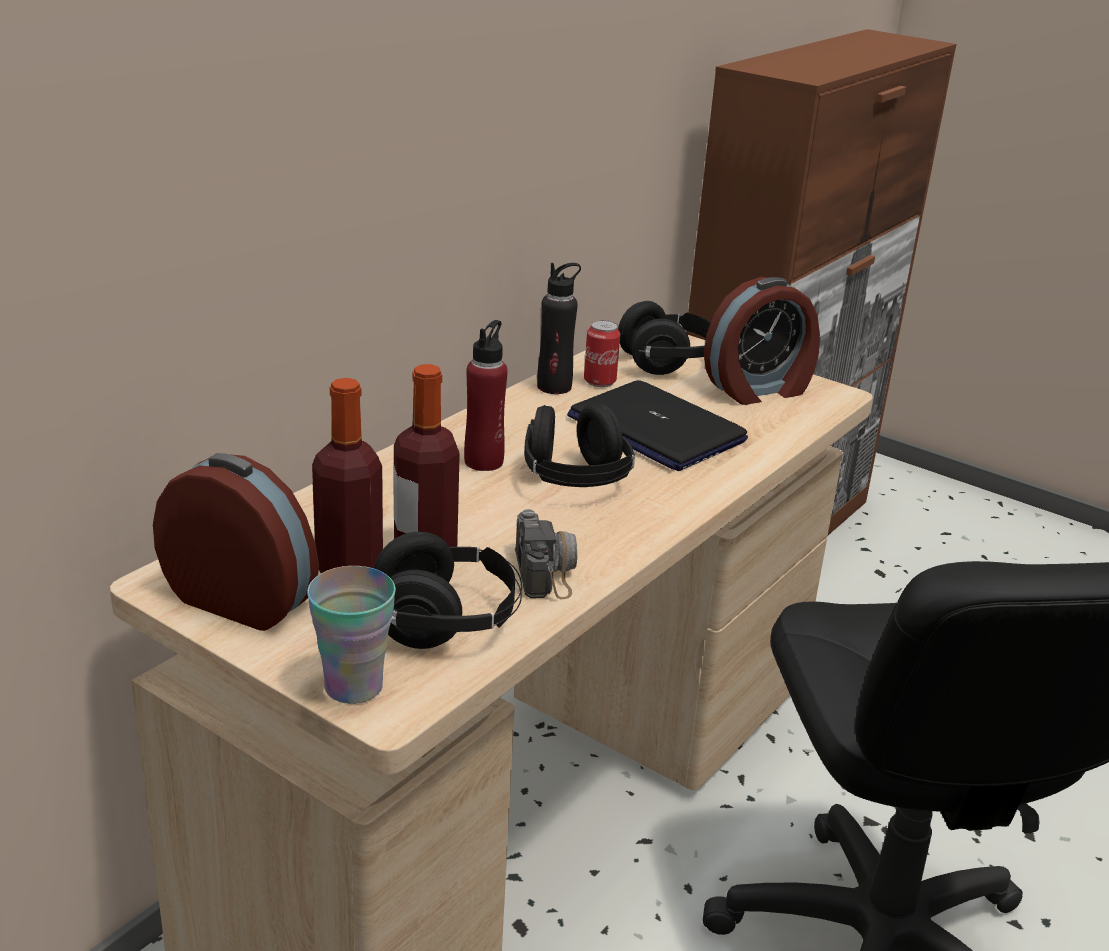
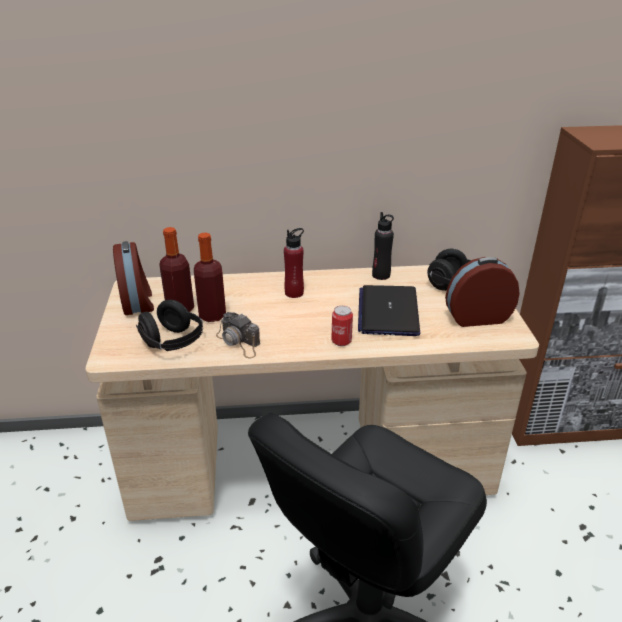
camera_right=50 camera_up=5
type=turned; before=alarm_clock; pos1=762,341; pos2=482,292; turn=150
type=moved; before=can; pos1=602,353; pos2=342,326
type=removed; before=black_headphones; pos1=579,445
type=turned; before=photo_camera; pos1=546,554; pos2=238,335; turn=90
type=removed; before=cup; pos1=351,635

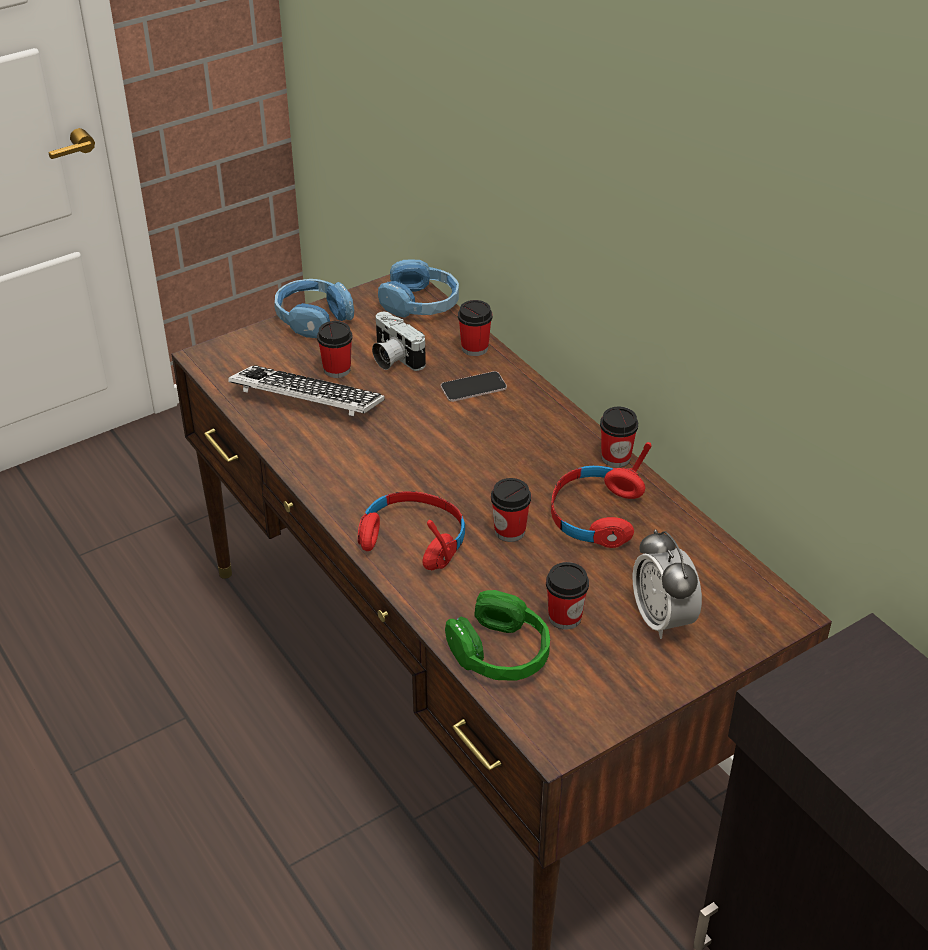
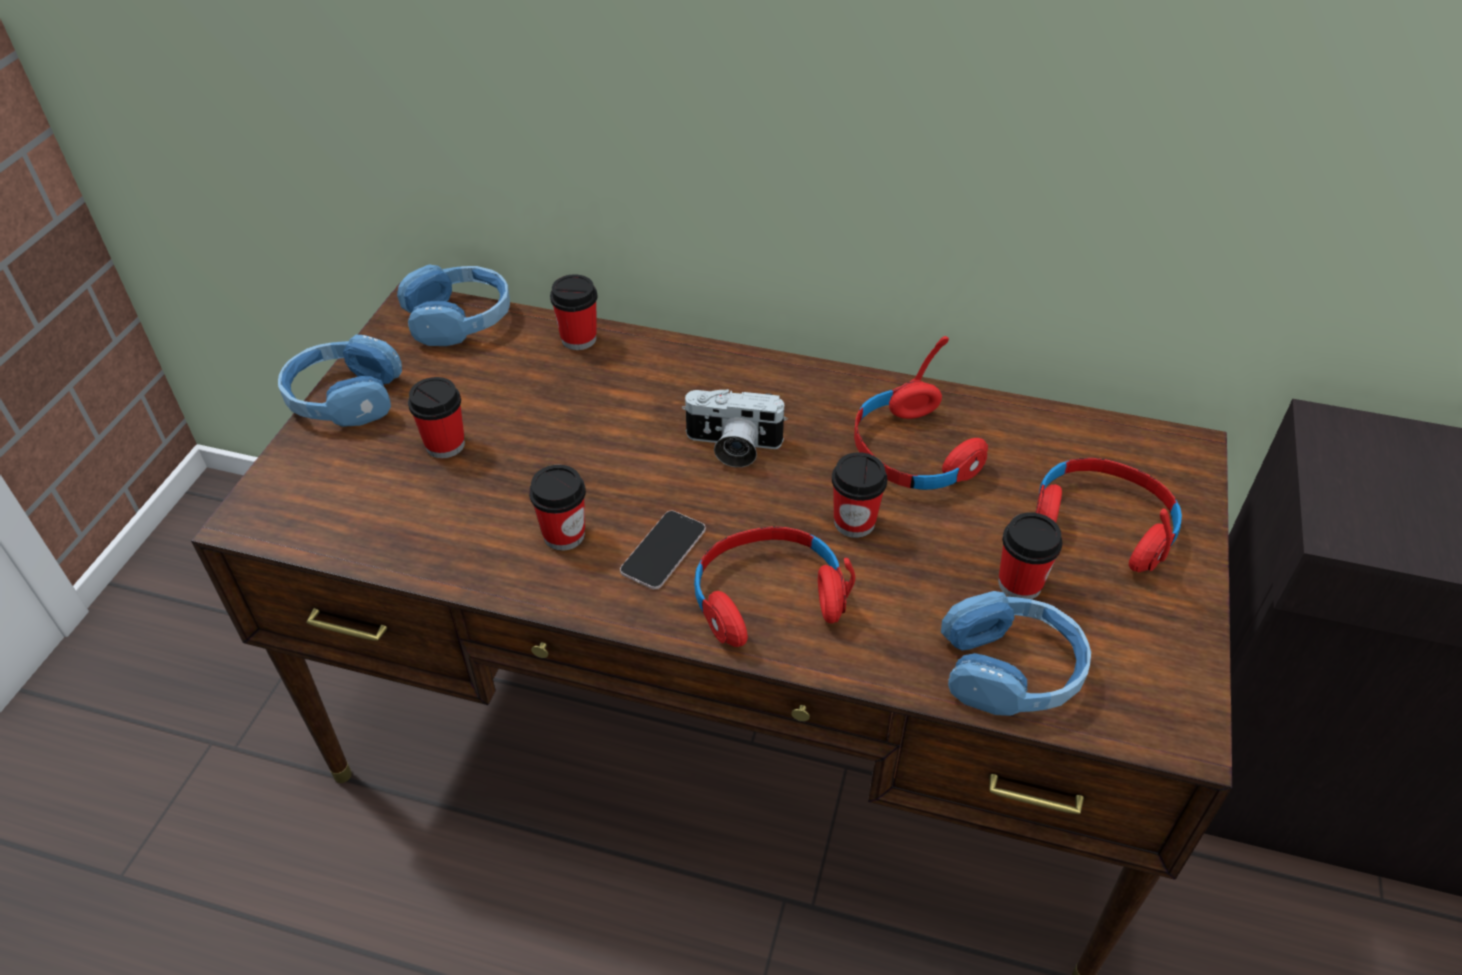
camera_right=-40 camera_up=5
type=moved; before=photo_camera; pos1=399,341; pos2=735,428
type=removed; before=keyboard; pos1=306,390
type=moved; before=phone; pos1=474,386; pos2=663,550
type=moved; before=cup; pos1=619,437; pos2=557,508
type=replaced; before=alarm_clock; after=red_headphones; pos1=667,584; pos2=1108,515
type=recoloured; before=green_headphones; after=blue_headphones; pos1=497,635; pos2=1016,653

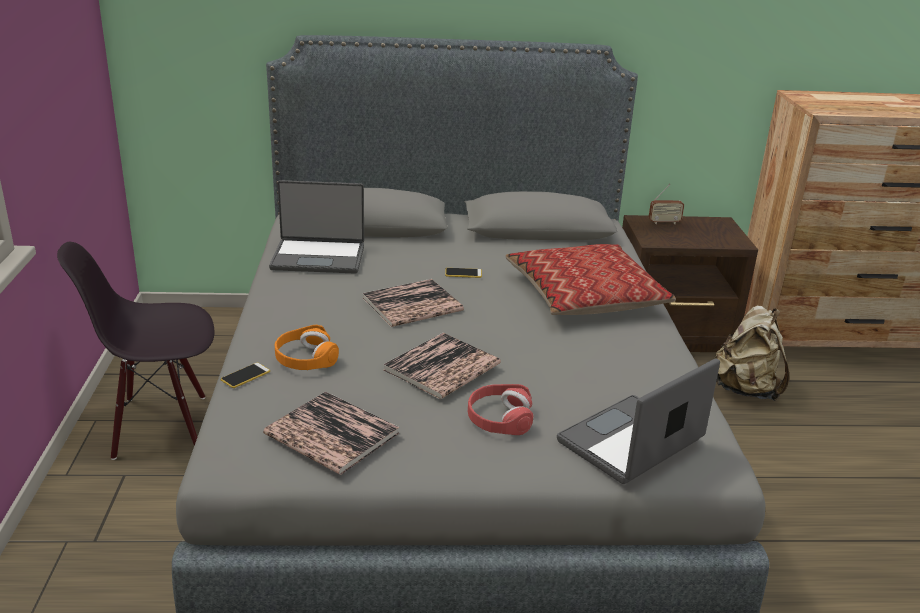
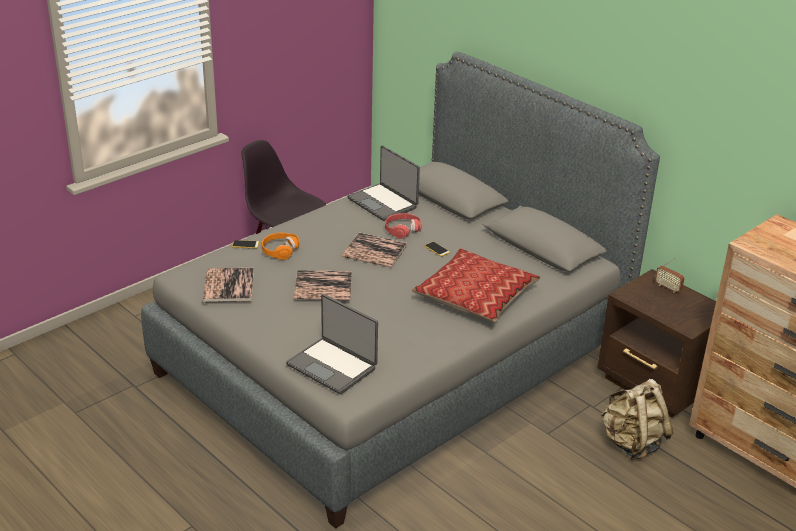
camera_right=50 camera_up=5
type=turned; before=laptop; pos1=638,421; pos2=332,344; turn=-150
type=moved; before=red_headphones; pos1=500,409; pos2=403,226

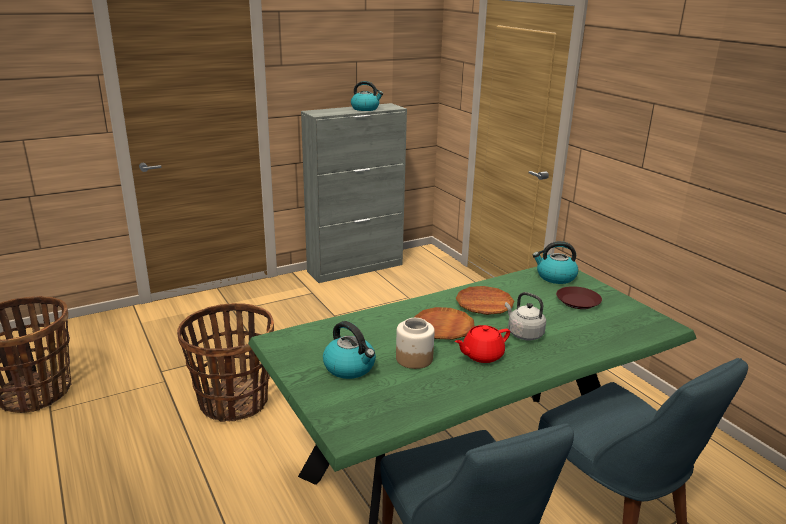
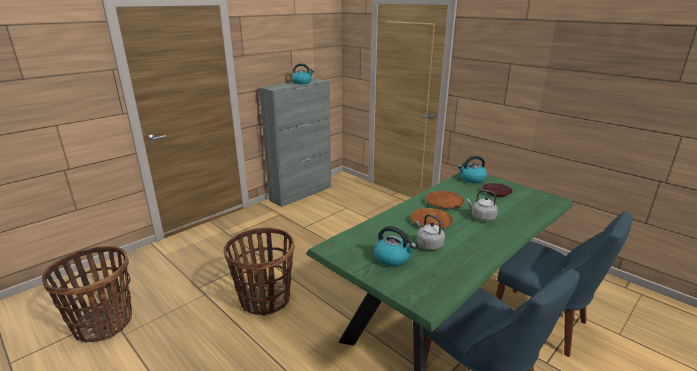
camera_right=-15 camera_up=0
type=replaced; before=jar; after=grey_kettle; pos1=415,343; pos2=430,232
type=removed; before=red_teapot; pos1=482,344

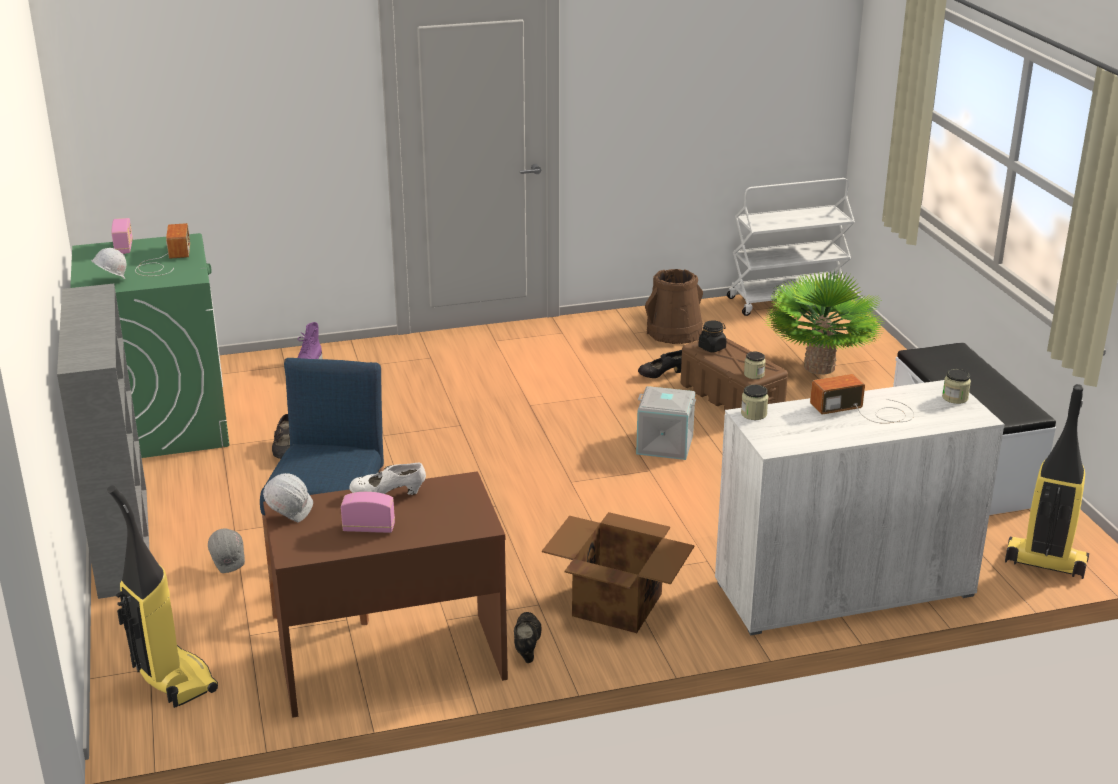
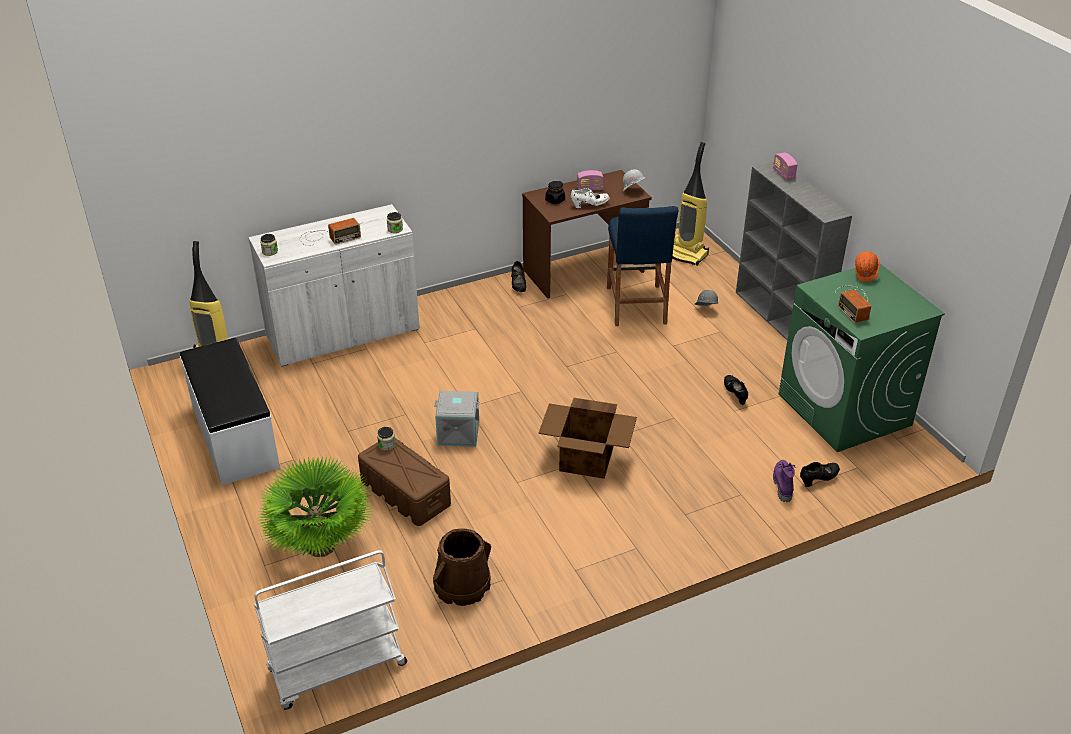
camera_right=170 camera_up=10
type=moved; before=radio; pos1=122,236; pos2=785,166
type=recoloured; before=white_hard_hat; after=orange_hard_hat; pos1=108,263; pos2=867,266
type=moved; before=black_jar; pos1=713,336; pos2=555,193
type=moved; before=black_shoe; pos1=660,364; pos2=820,474
type=moved; before=cardboard_box; pos1=618,572; pos2=587,438

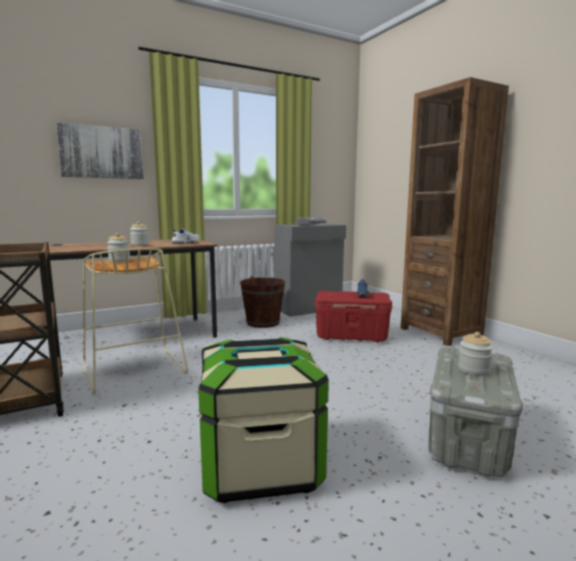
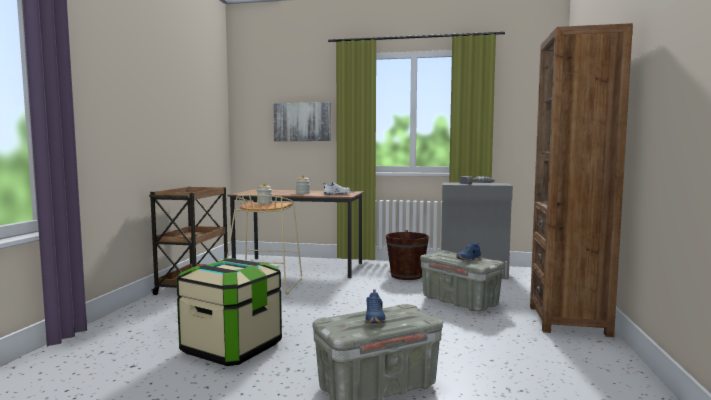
camera_right=40 camera_up=-5
type=recoloured; before=red_storage_box; after=grey_storage_box; pos1=353,316; pos2=462,280
type=replaced; before=jar; after=blue_shoe; pos1=475,354; pos2=375,306

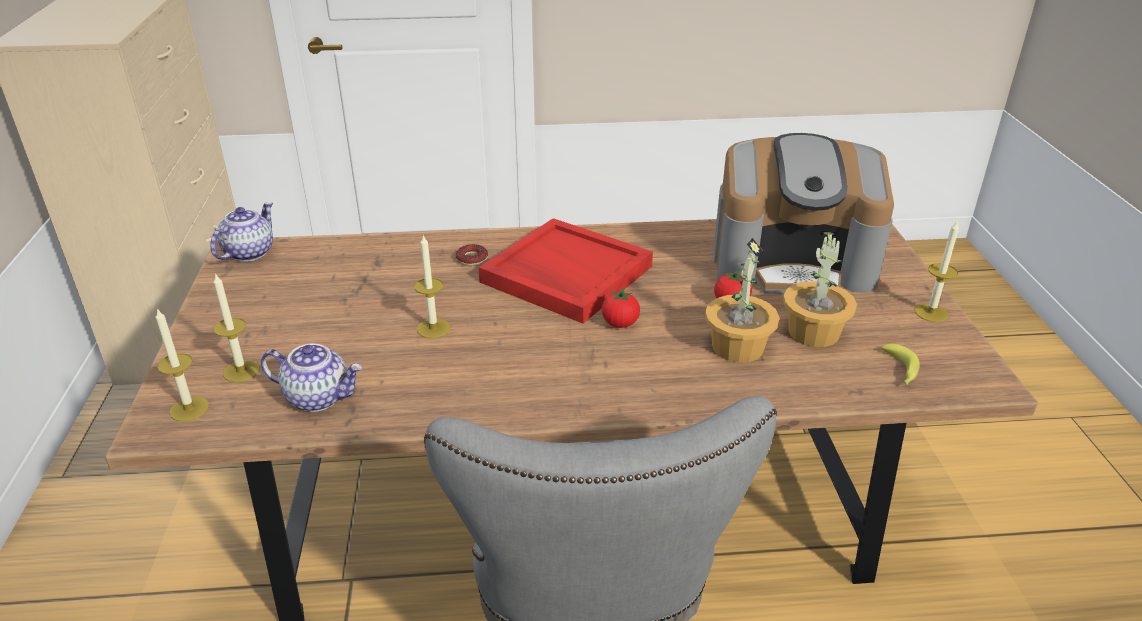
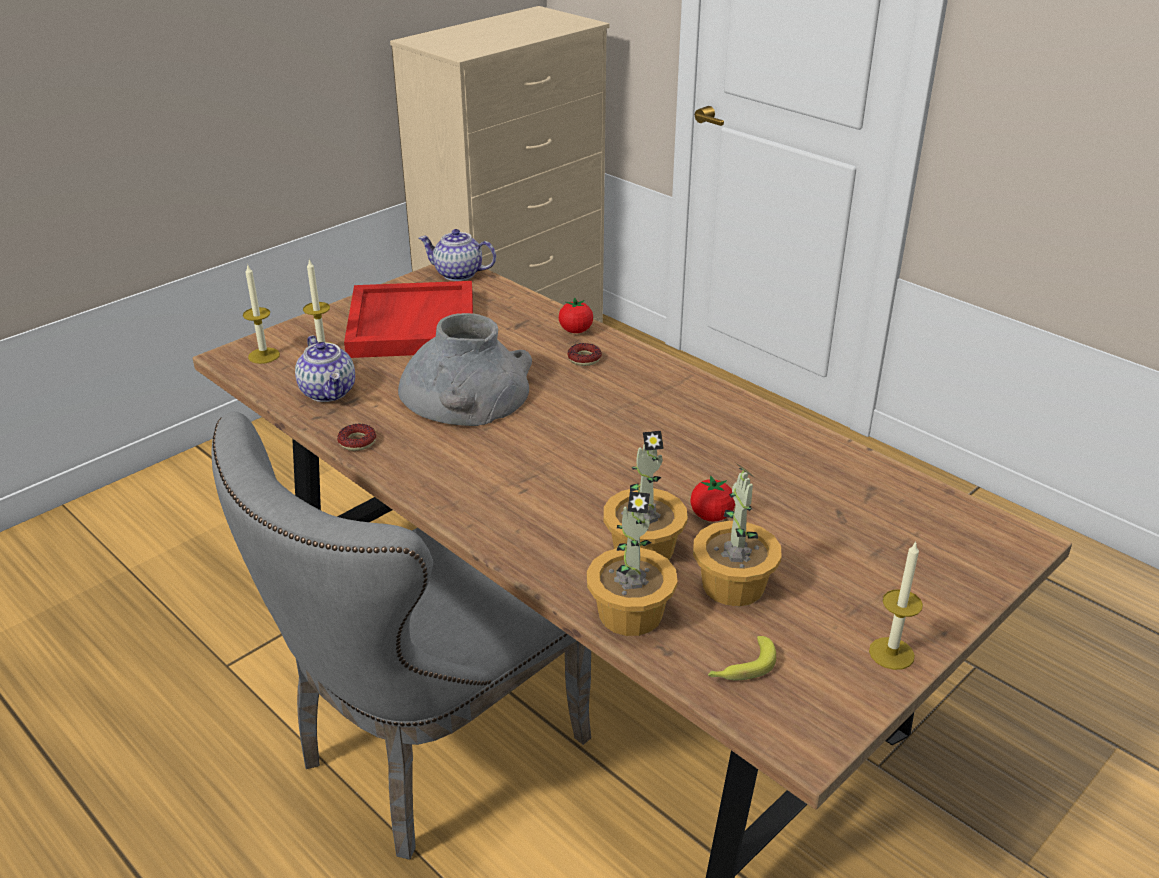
camera_right=50 camera_up=0
type=removed; before=coffee_machine; pos1=803,213
type=turned; before=teapot; pos1=241,232; pos2=457,255; turn=-150
type=moved; before=red_tray; pos1=566,270; pos2=408,319
type=replaced; before=candle; after=grey_vase; pos1=432,286; pos2=465,369
type=moved; before=tomato; pos1=621,308; pos2=576,315
type=added; after=donut; pos2=356,437
type=added; after=potted_plant; pos2=632,563

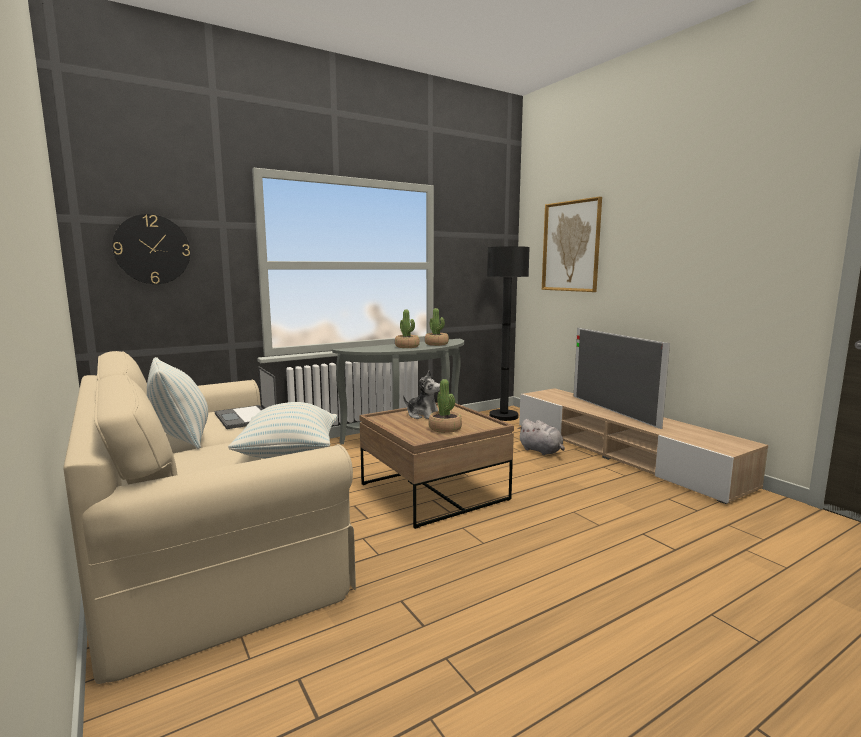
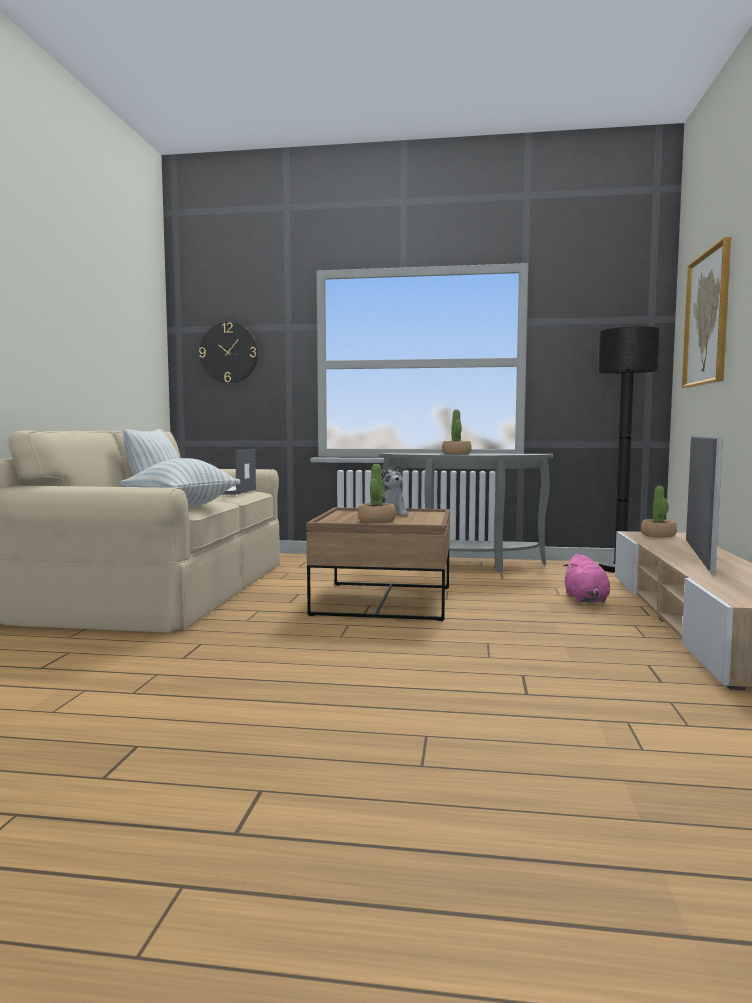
camera_right=40 camera_up=-5
type=moved; before=potted_plant; pos1=437,327; pos2=659,511
type=recoloured; before=grey_plush_toy; after=pink_plush_toy; pos1=541,437; pos2=586,578

